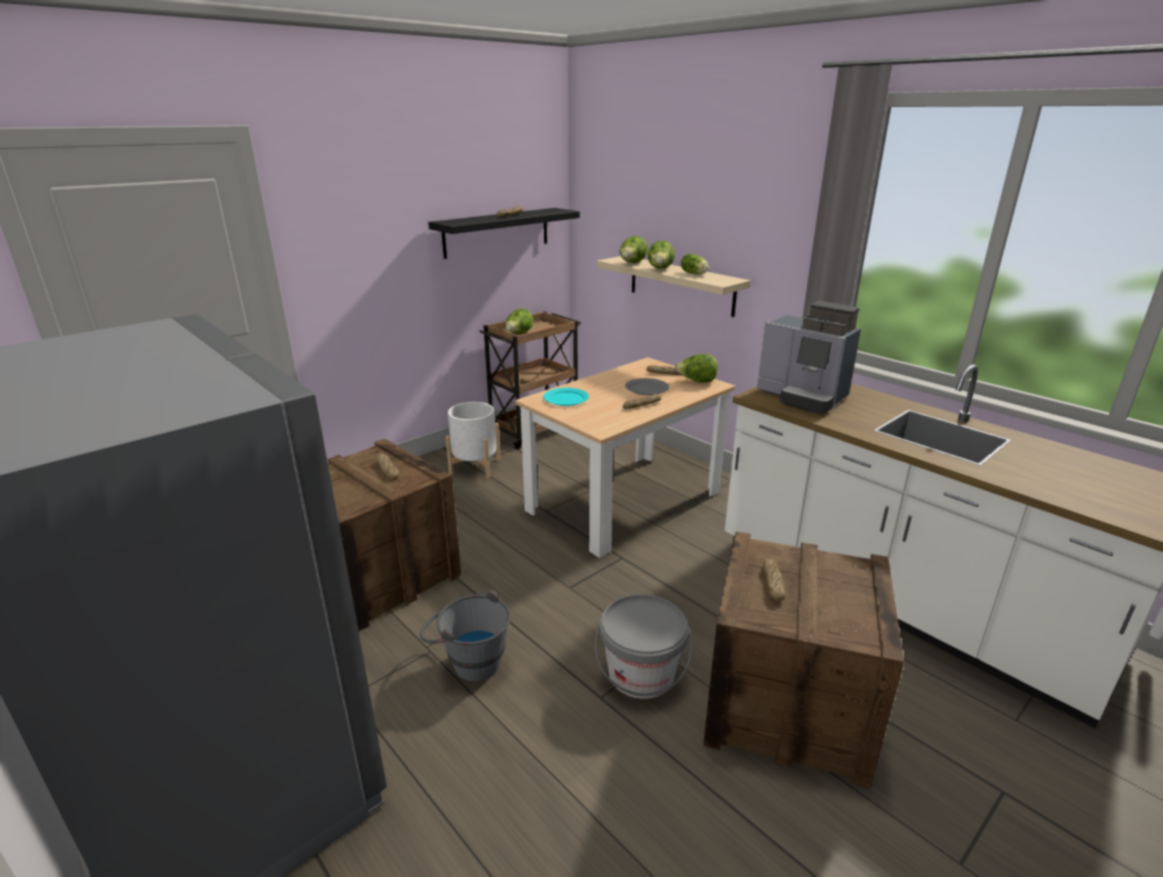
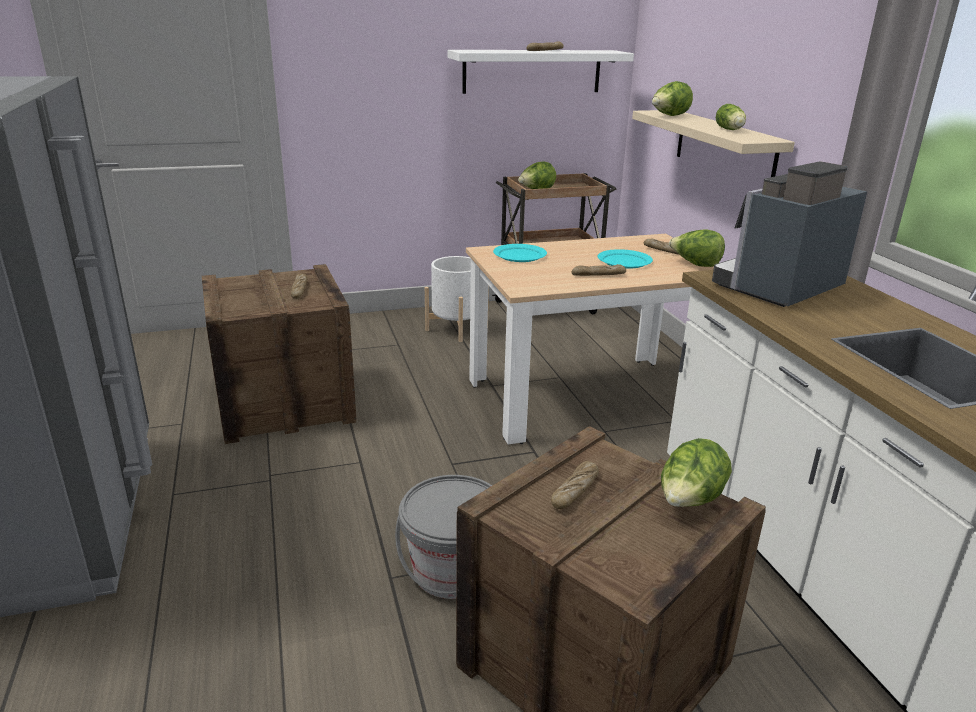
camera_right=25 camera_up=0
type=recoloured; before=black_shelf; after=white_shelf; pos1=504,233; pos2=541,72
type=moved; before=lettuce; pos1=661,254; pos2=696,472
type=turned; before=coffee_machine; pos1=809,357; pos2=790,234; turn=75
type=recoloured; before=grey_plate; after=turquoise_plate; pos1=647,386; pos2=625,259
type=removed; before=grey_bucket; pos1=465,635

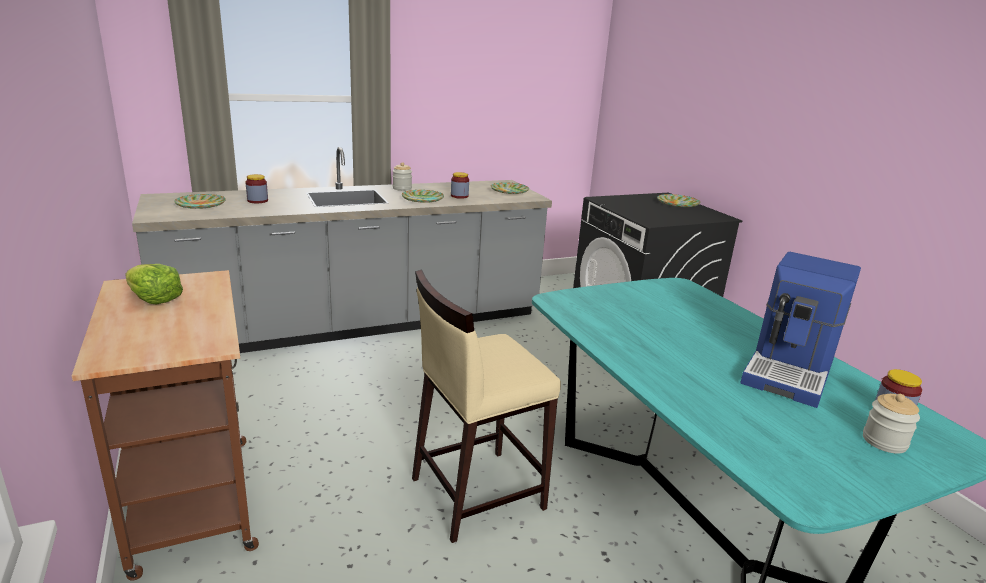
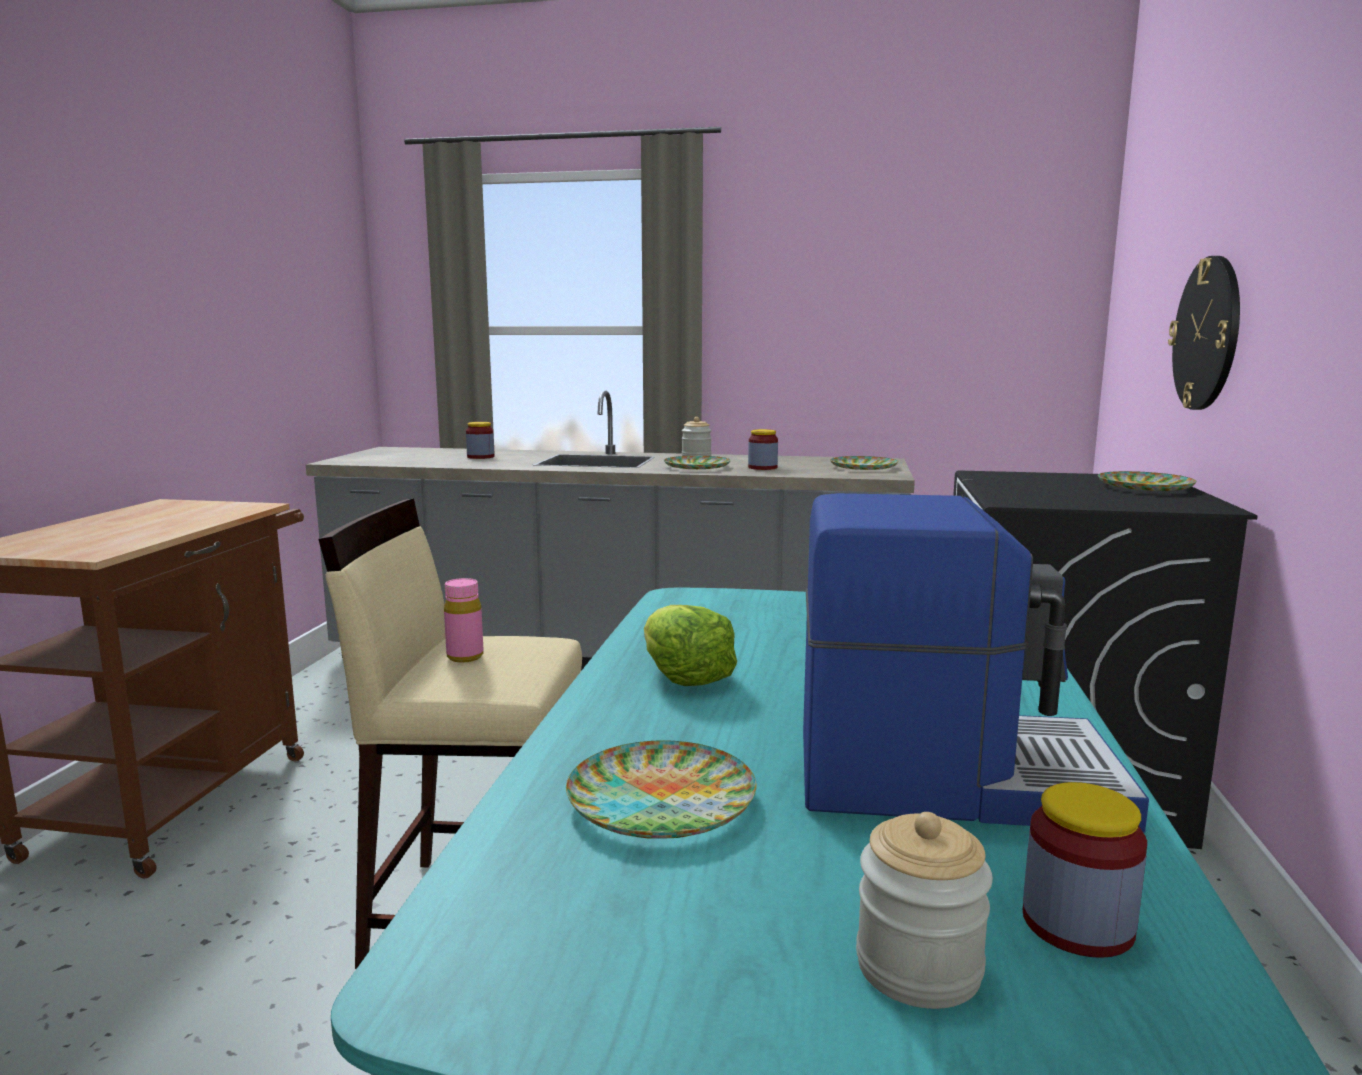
camera_right=35 camera_up=-10
type=moved; before=plate; pos1=200,201; pos2=661,789
type=turned; before=coffee_machine; pos1=800,330; pos2=976,663; turn=-150
type=moved; before=lettuce; pos1=154,284; pos2=690,645
type=added; after=wall_clock; pos2=1204,333
type=added; after=pink_bottle; pos2=463,620

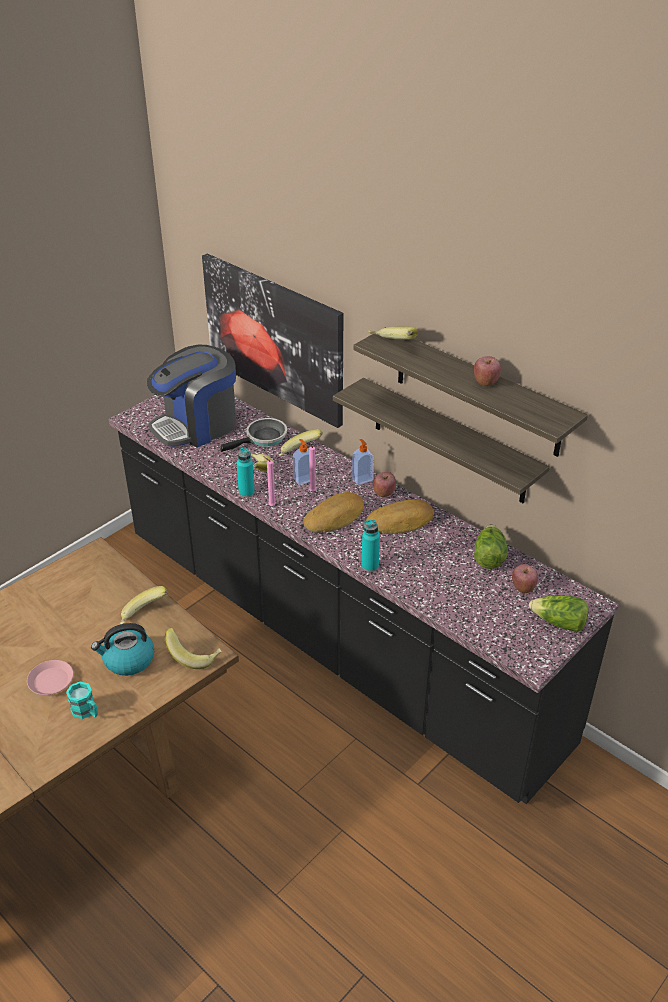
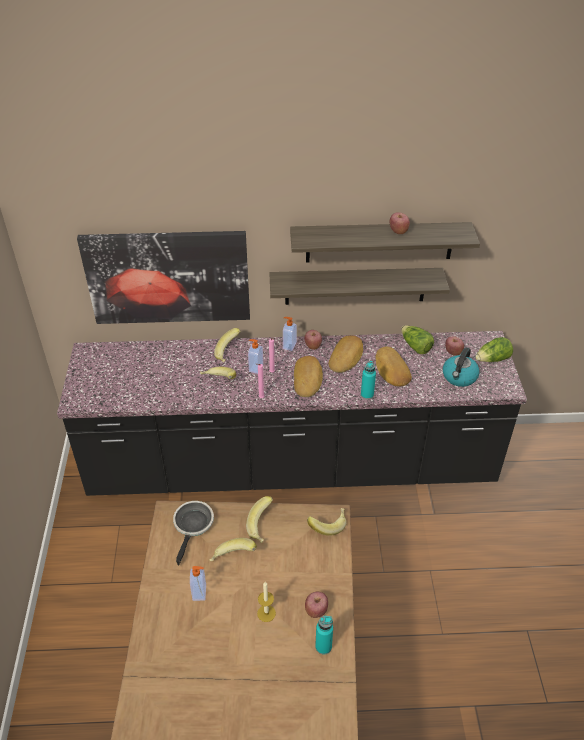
camera_right=-45 camera_up=5
type=moved; before=banana; pos1=393,333; pos2=233,549
type=removed; before=coffee_machine; pos1=191,396
type=moved; before=frying_pan; pos1=254,435; pos2=193,533
type=moved; before=turquoise_bottle; pos1=246,472; pos2=324,635
type=moved; before=kettle; pos1=122,649; pos2=461,367
type=replaced; before=pink_plate; after=candle; pos1=50,677; pos2=266,602
type=replaced; before=turquoise_mug; after=apple; pos1=82,700; pos2=316,605
type=added; after=bread; pos2=394,366
type=added; after=soap_dispenser; pos2=198,583

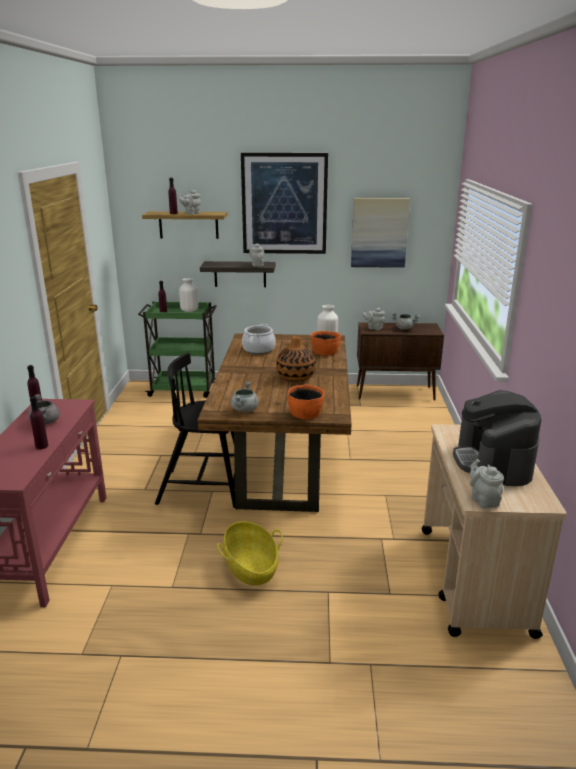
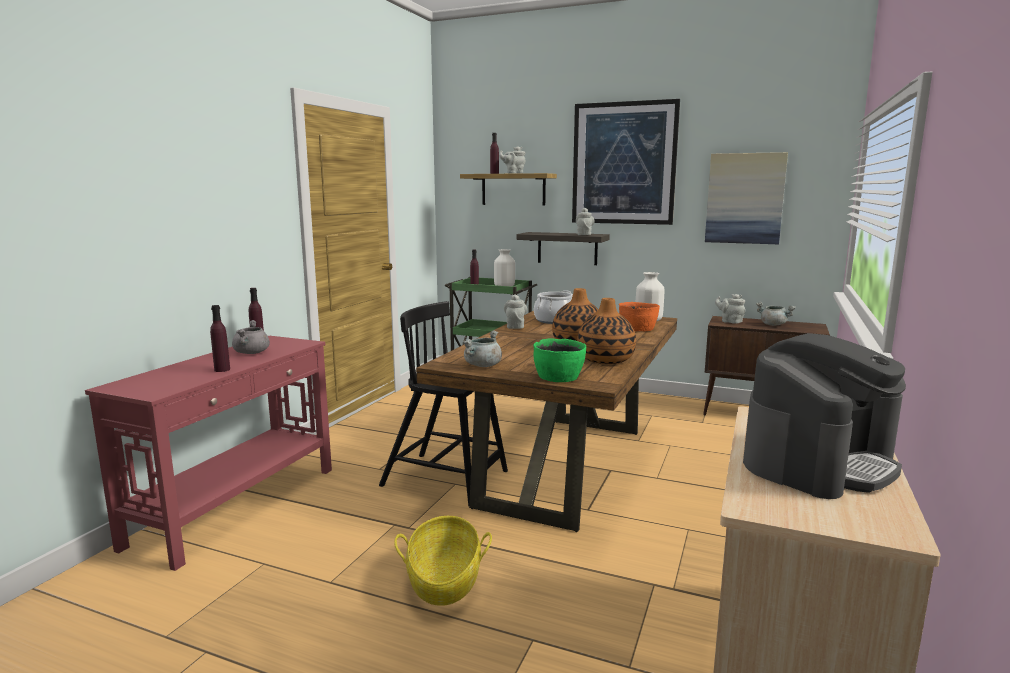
camera_right=20 camera_up=-10
type=recoloured; before=orange_bowl; after=green_bowl; pos1=305,402; pos2=559,360
type=turned; before=coffee_machine; pos1=497,438; pos2=824,416; turn=-150
type=moved; before=grey_teapot; pos1=487,483; pos2=515,311
type=added; after=vase; pos2=606,331

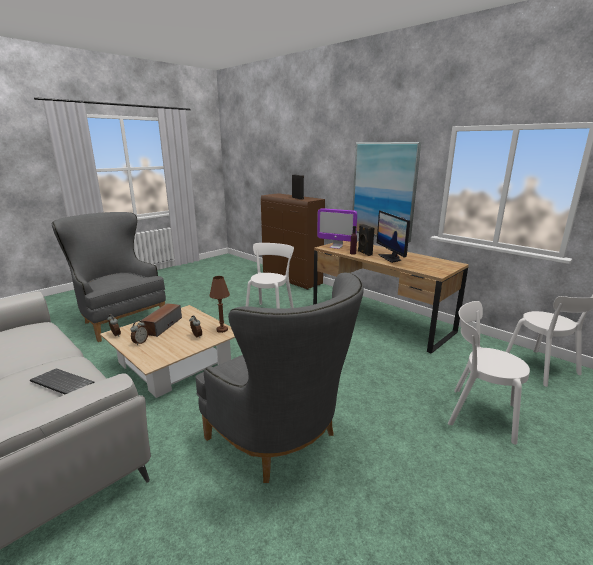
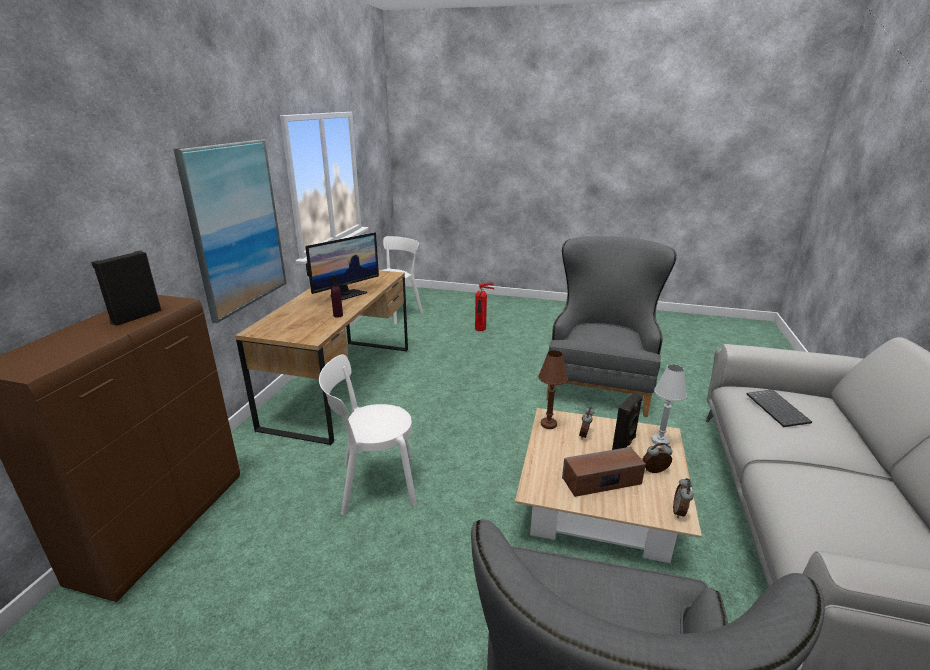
camera_right=-120 camera_up=5
type=removed; before=monitor; pos1=337,228
type=moved; before=black_speaker; pos1=366,240; pos2=627,421
type=replaced; before=white_chair; after=fire_extinguisher; pos1=489,373; pos2=484,307
type=added; after=white_table_lamp; pos2=669,405

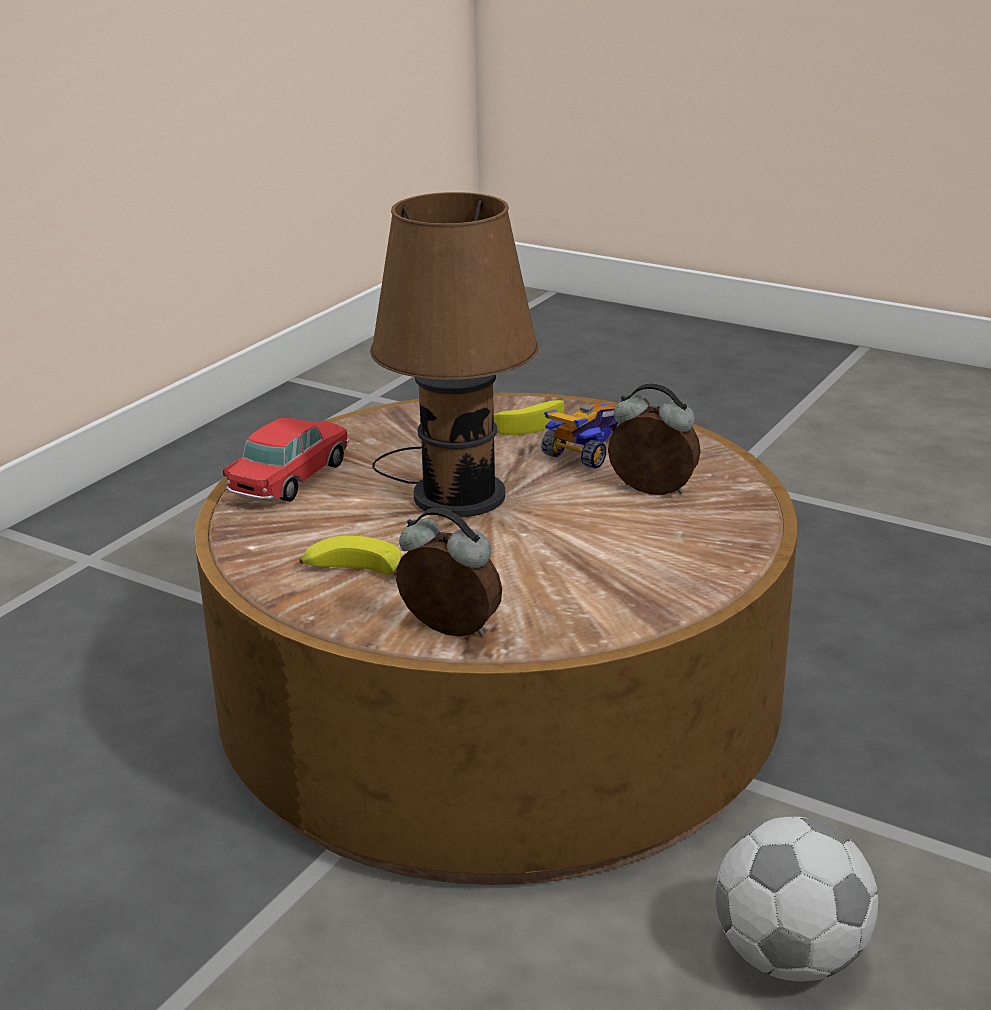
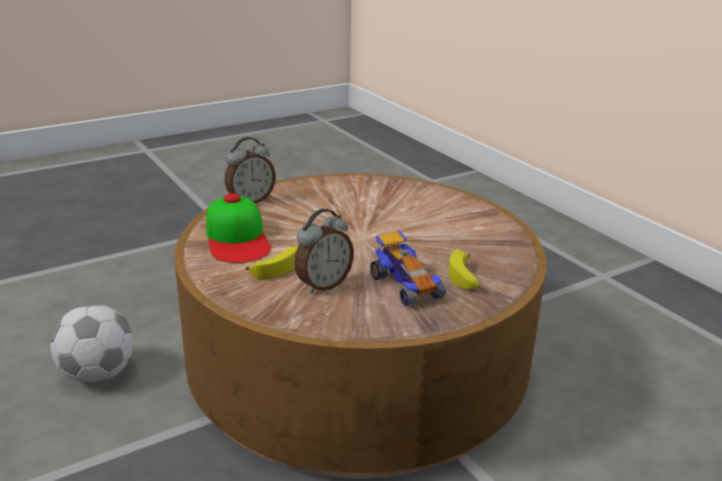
camera_right=115 camera_up=0
type=removed; before=brown_table_lamp; pos1=454,354
type=removed; before=toy_car; pos1=286,460
type=moved; before=banana; pos1=350,555; pos2=272,263
type=added; after=cap; pos2=238,228

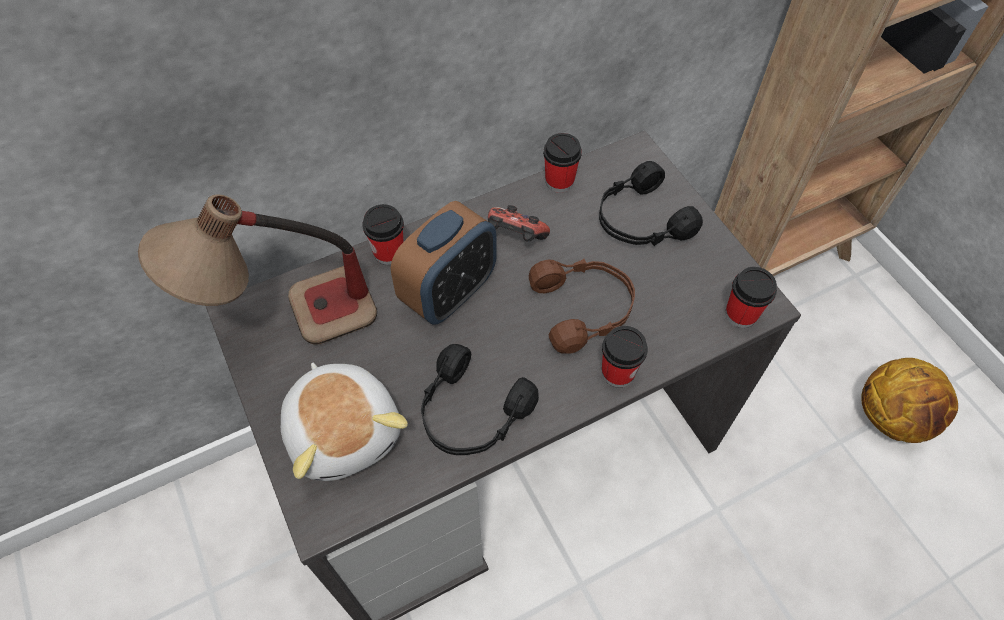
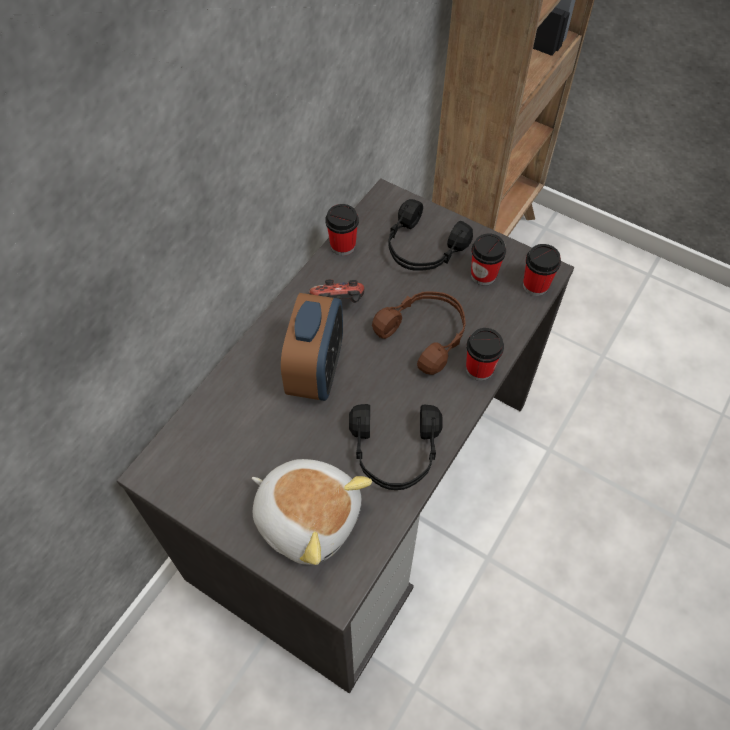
camera_right=-30 camera_up=0
type=removed; before=table_lamp; pos1=257,269
type=moved; before=cup; pos1=383,234; pos2=488,260
type=removed; before=basketball; pos1=909,400

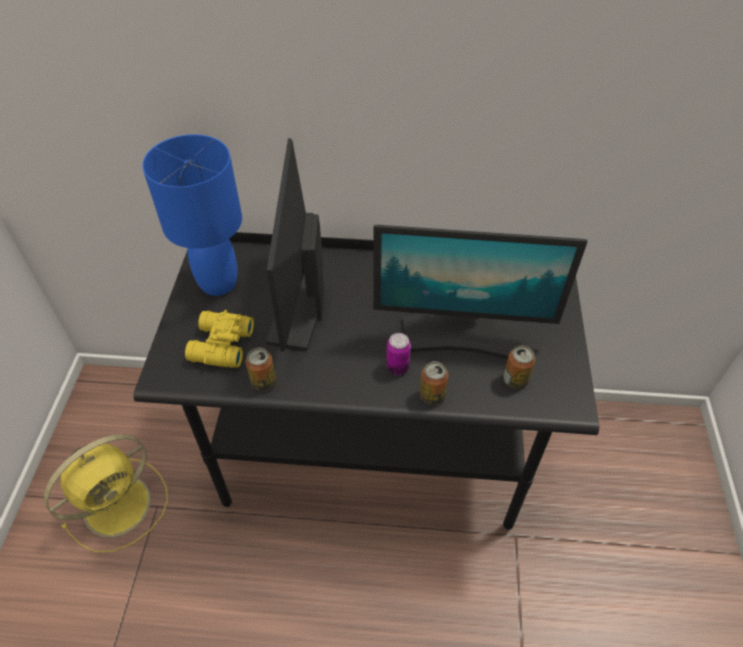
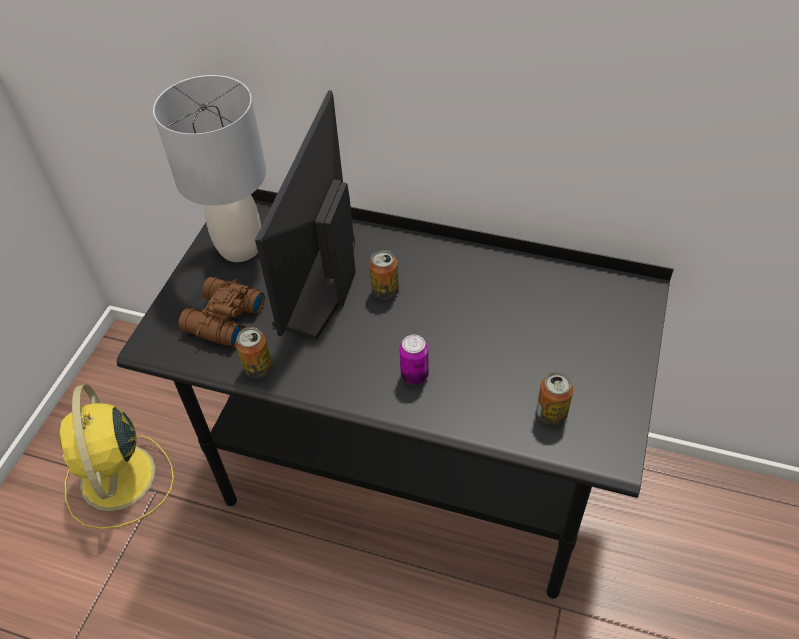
camera_right=15 camera_up=0
type=recoloured; before=blue_table_lamp; after=grey_table_lamp; pos1=192,215; pos2=209,168
type=removed; before=monitor; pos1=480,292
type=recoloured; before=yellow_binoculars; after=brown_binoculars; pos1=219,339; pos2=221,312
type=moved; before=can; pos1=434,383; pos2=384,274
type=turned; before=yellow_fan; pos1=106,493; pos2=117,456; turn=105

